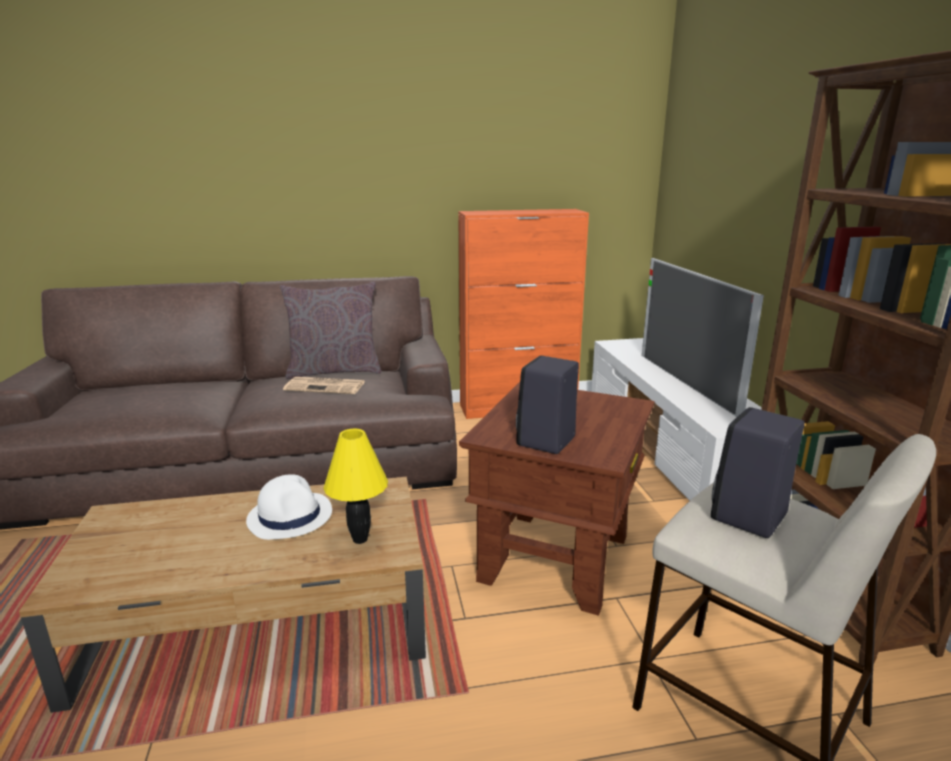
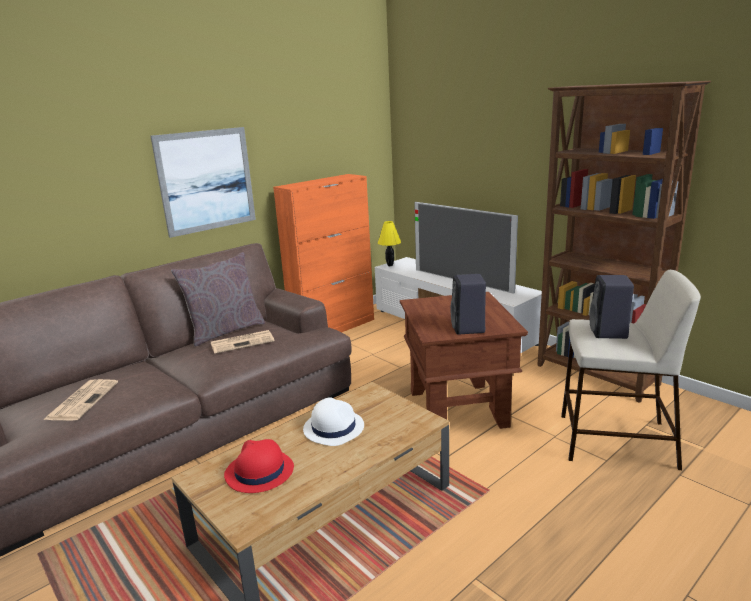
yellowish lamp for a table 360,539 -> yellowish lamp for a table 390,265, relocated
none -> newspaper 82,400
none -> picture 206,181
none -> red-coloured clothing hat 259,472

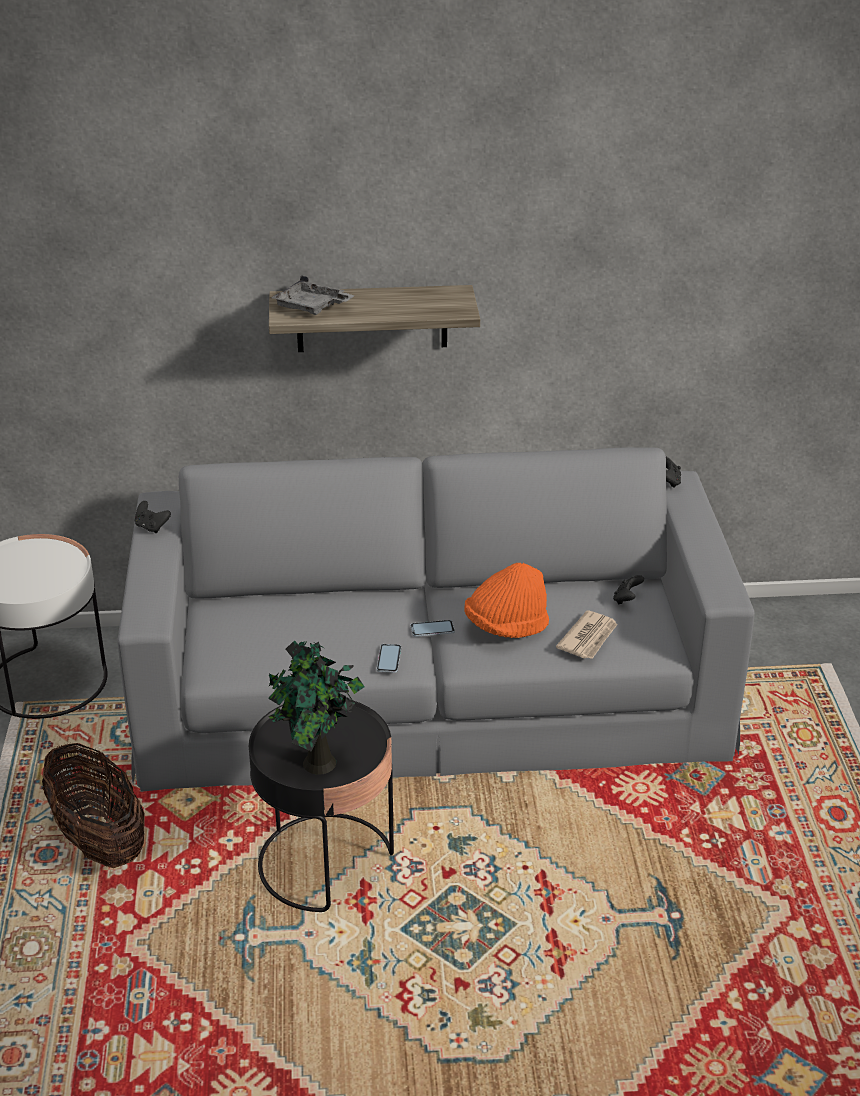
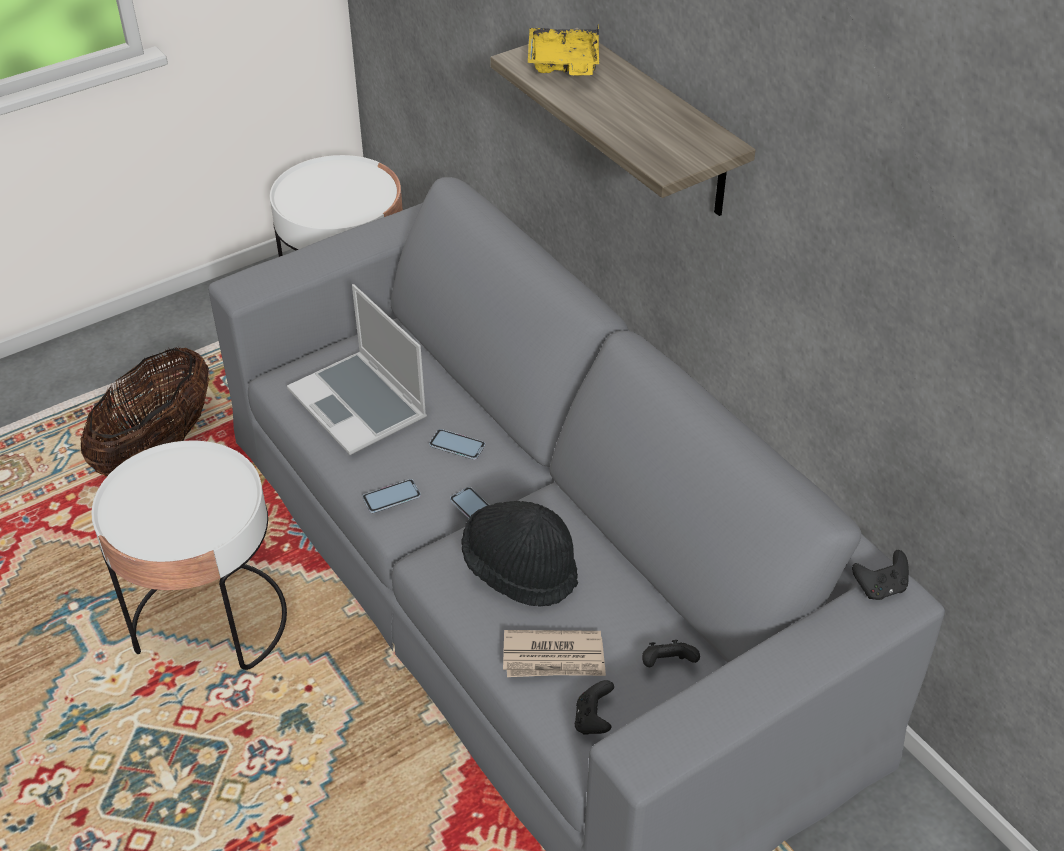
blackish game controller 151,527 -> blackish game controller 593,720, relocated
blackish side table 326,862 -> whitish side table 210,621
plant in a pot 318,765 -> none
gray carrying tray 311,307 -> yellowish carrying tray 564,65
orange clothing hat 506,627 -> blackish clothing hat 520,570
none -> notebook computer 360,405
none -> phone 457,445

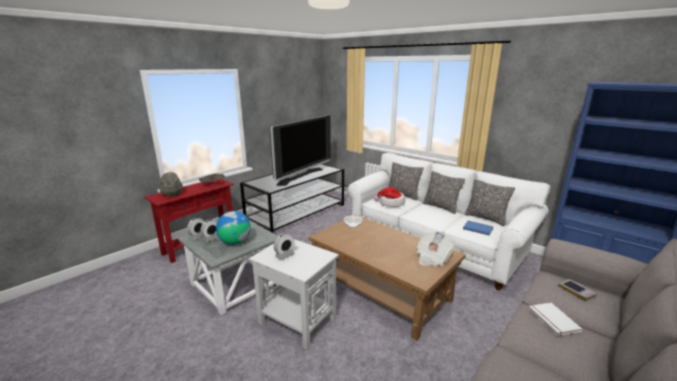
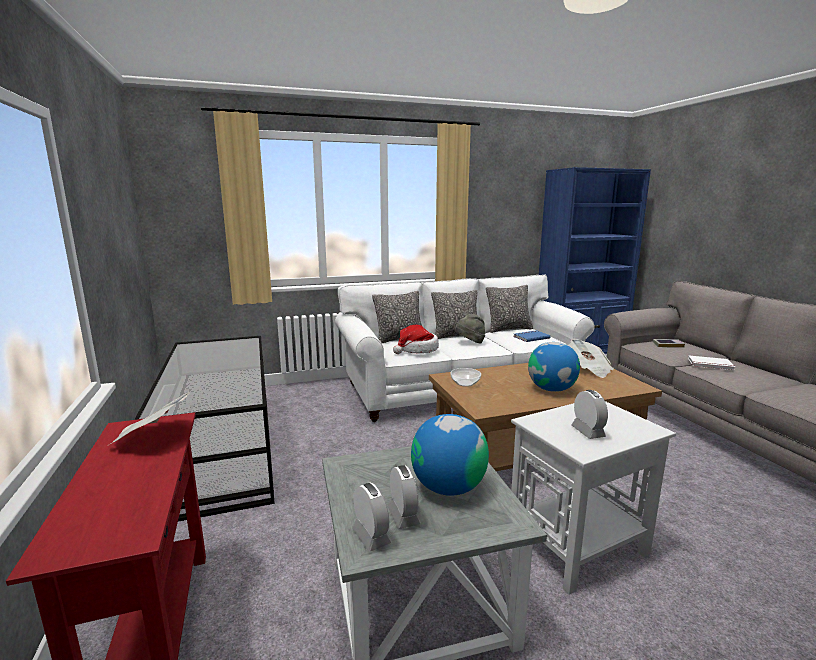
gray clothing hat 171,194 -> gray clothing hat 469,343, relocated
television 301,176 -> none
none -> globe 551,389

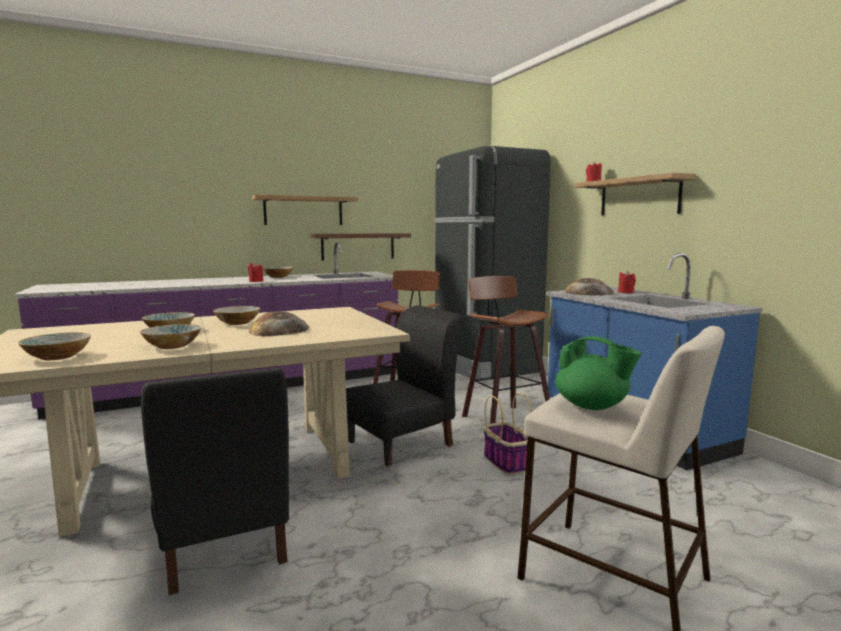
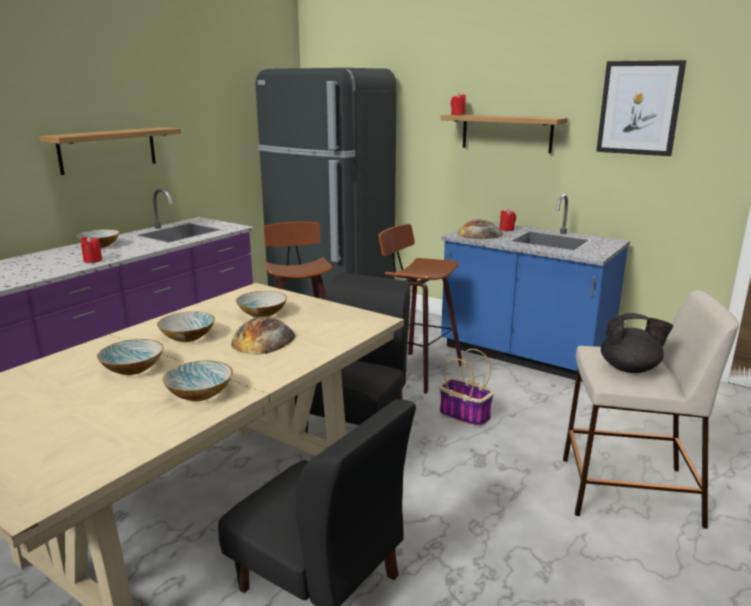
bowl 58,356 -> bowl 262,313, relocated
brownish bracket shelf 358,246 -> none
green tea pot 592,406 -> blackish tea pot 630,369
none -> picture 639,108

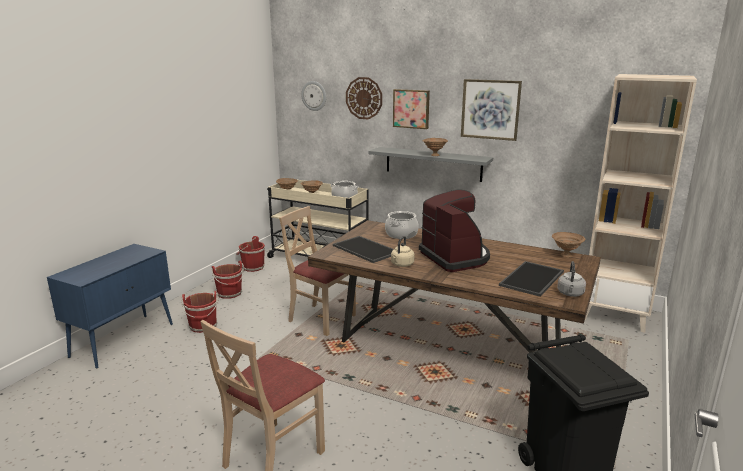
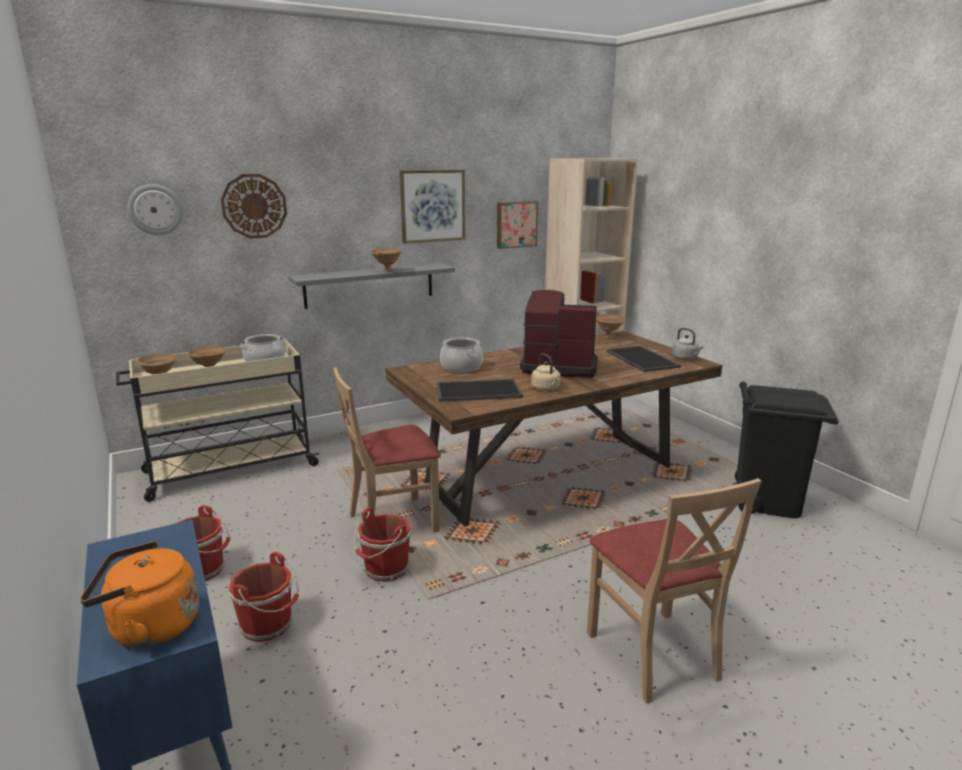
red-coloured water bucket 252,267 -> red-coloured water bucket 385,569, relocated
picture 411,108 -> picture 516,224, relocated
none -> orange water kettle 150,627

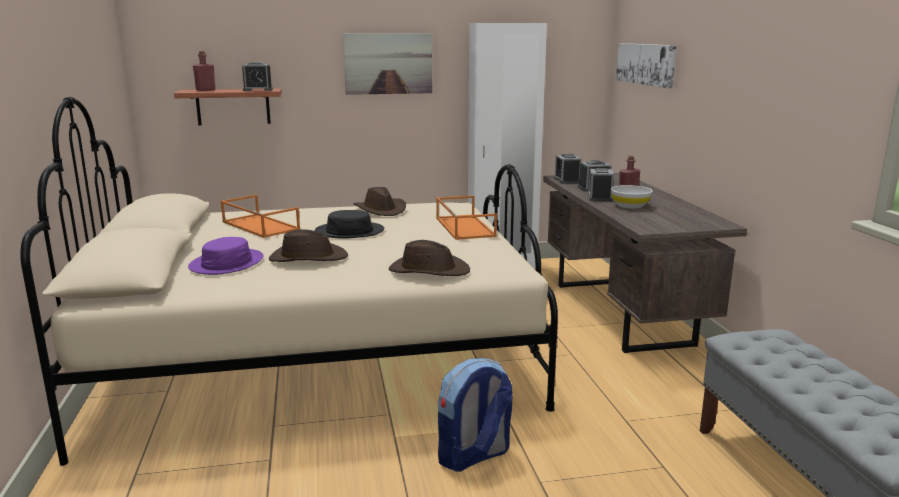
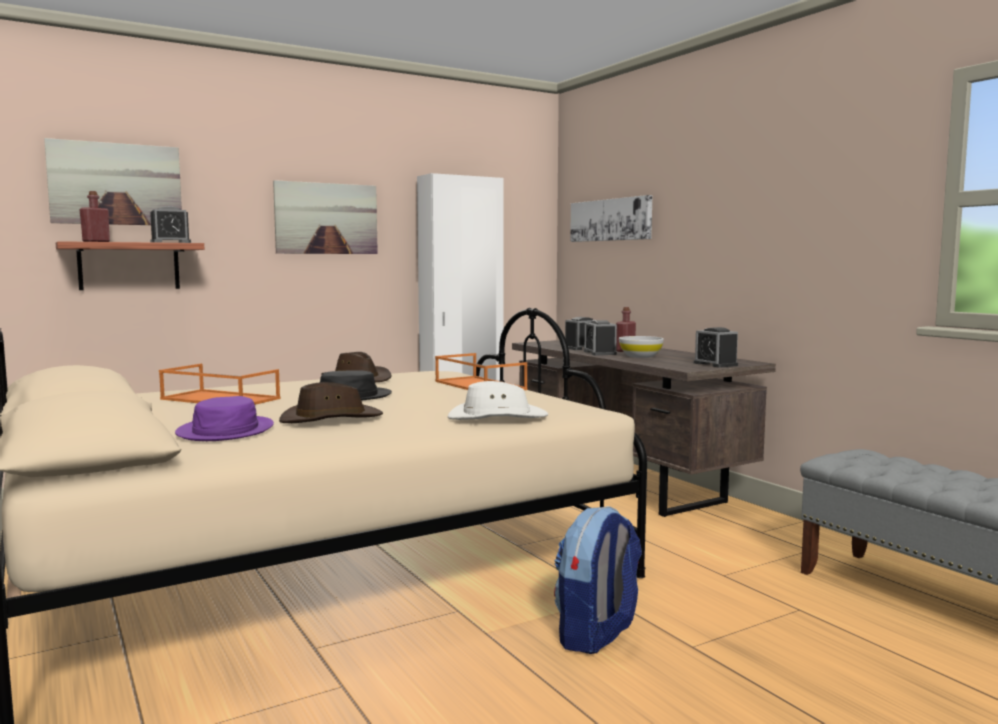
brownish clothing hat 428,270 -> whitish clothing hat 497,417
table clock 567,180 -> table clock 715,364, relocated
none -> picture 116,184

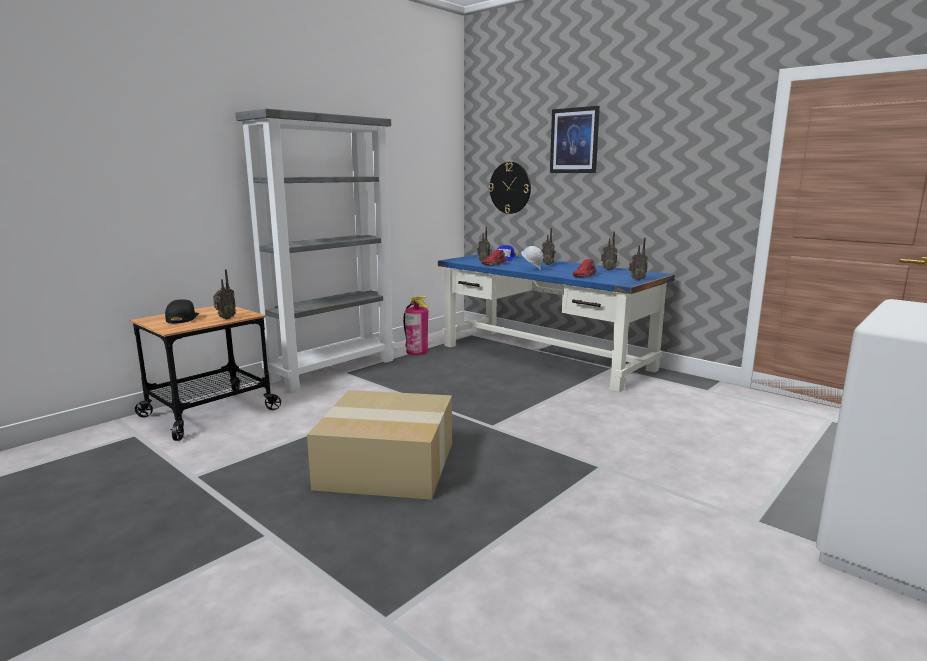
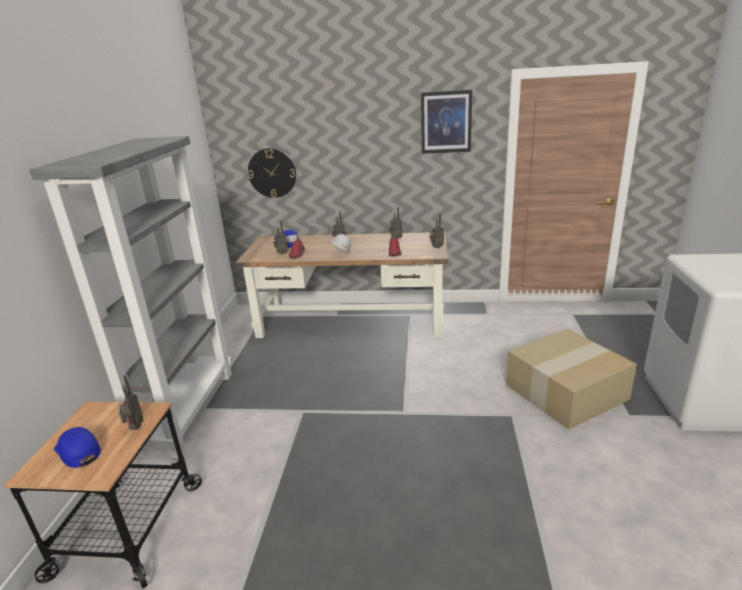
blackish cap 182,318 -> bluish cap 78,451
packing box 384,466 -> packing box 566,393, relocated
fire extinguisher 417,351 -> none
bluish desk table 545,357 -> brownish desk table 352,321
picture 574,140 -> picture 446,122, relocated

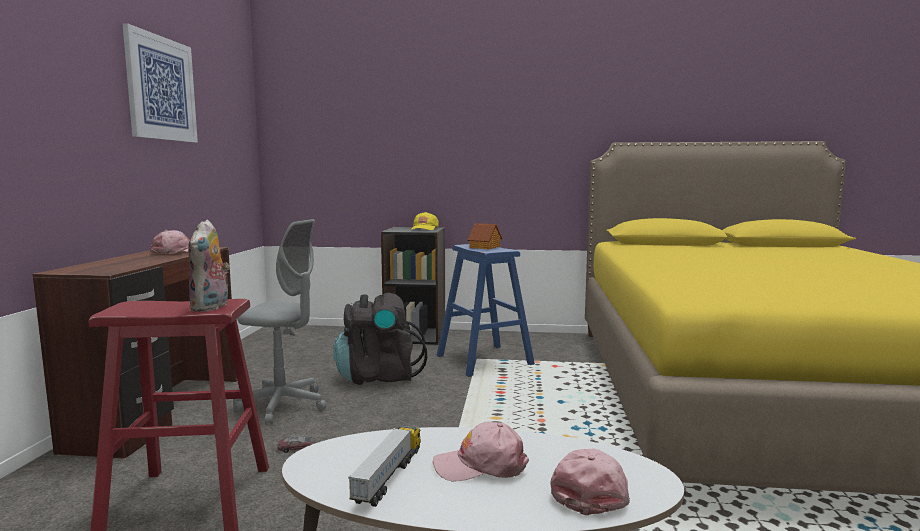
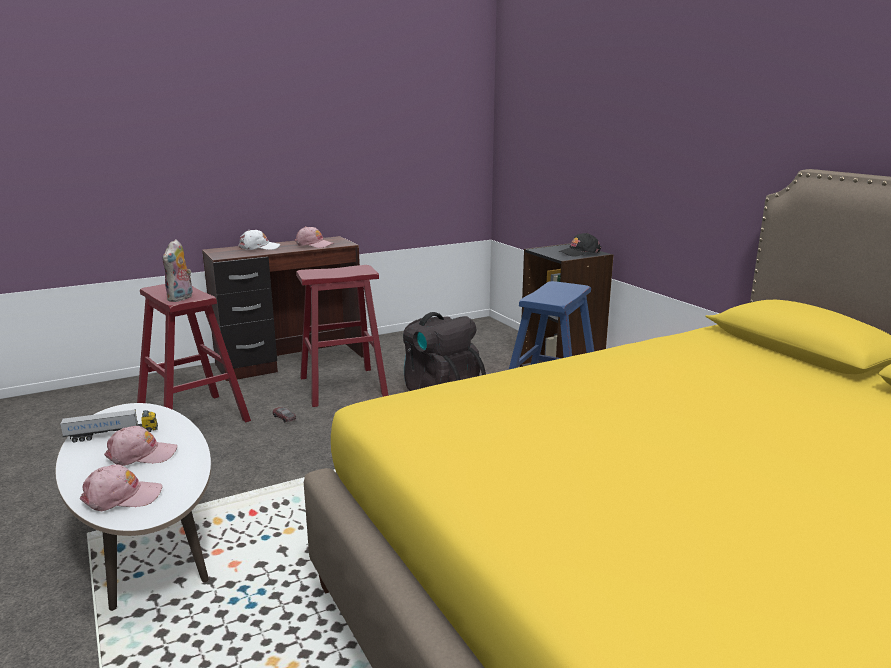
picture 161,88 -> none
plush toy 211,307 -> plush toy 181,298, 45 degrees counterclockwise
gray computer chair 283,405 -> red-coloured stool seat 342,386
yellowish cap 424,228 -> blackish cap 579,252
pinkish cap 481,465 -> pinkish cap 141,454, 120 degrees clockwise
model house 485,247 -> none
none -> whitish cap 259,247

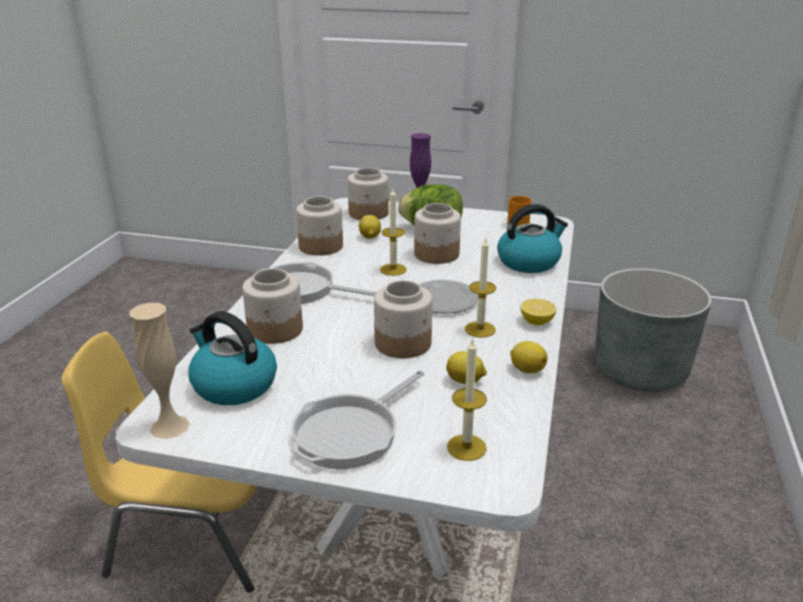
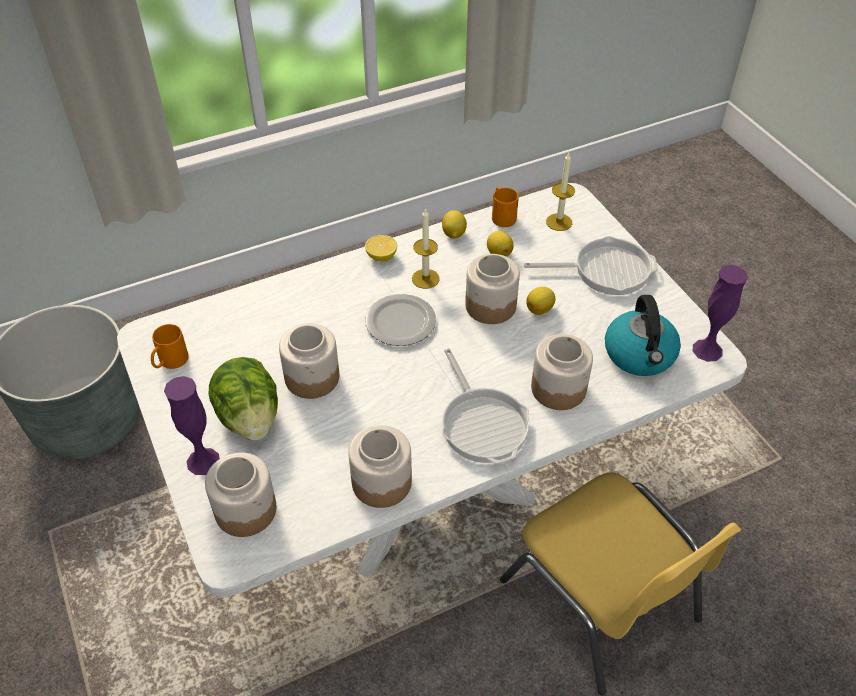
beige vase 169,426 -> purple vase 707,350
citrus fruit 369,237 -> citrus fruit 540,309, relocated
candle 393,269 -> none
water kettle 529,262 -> none
none -> orange tea mug 501,215

